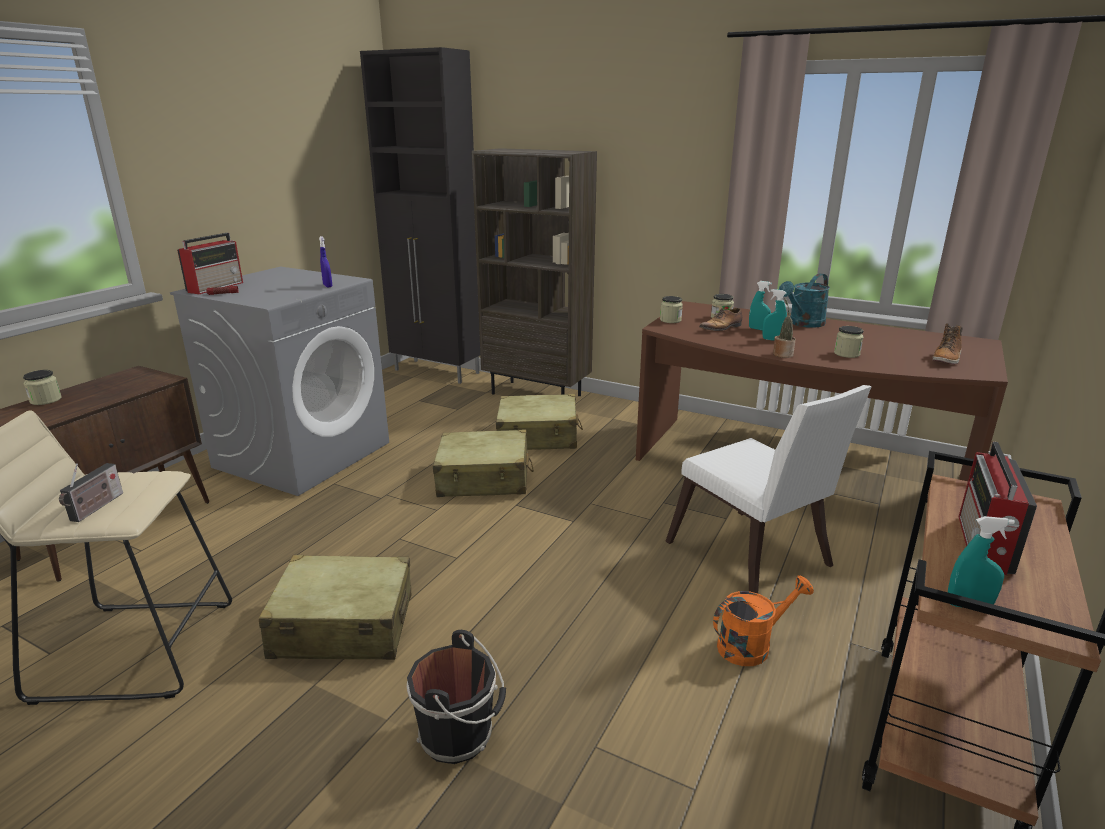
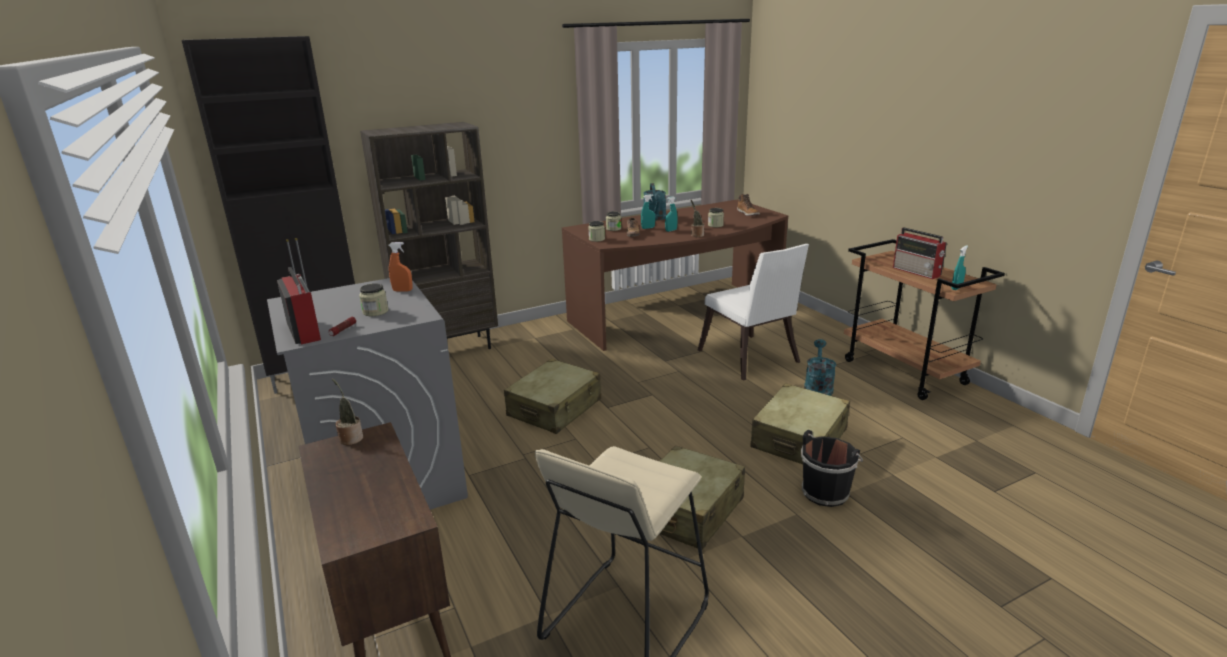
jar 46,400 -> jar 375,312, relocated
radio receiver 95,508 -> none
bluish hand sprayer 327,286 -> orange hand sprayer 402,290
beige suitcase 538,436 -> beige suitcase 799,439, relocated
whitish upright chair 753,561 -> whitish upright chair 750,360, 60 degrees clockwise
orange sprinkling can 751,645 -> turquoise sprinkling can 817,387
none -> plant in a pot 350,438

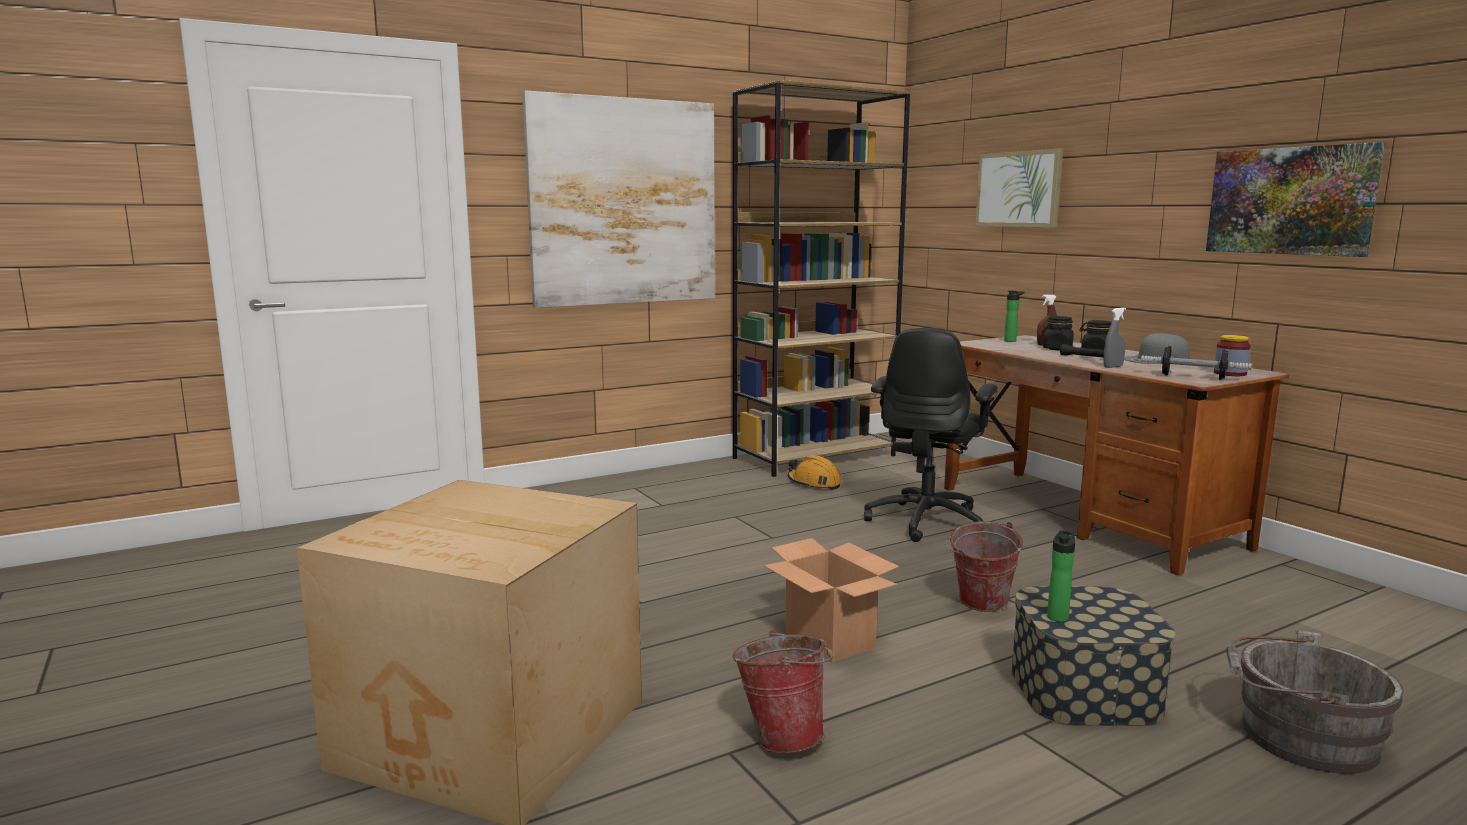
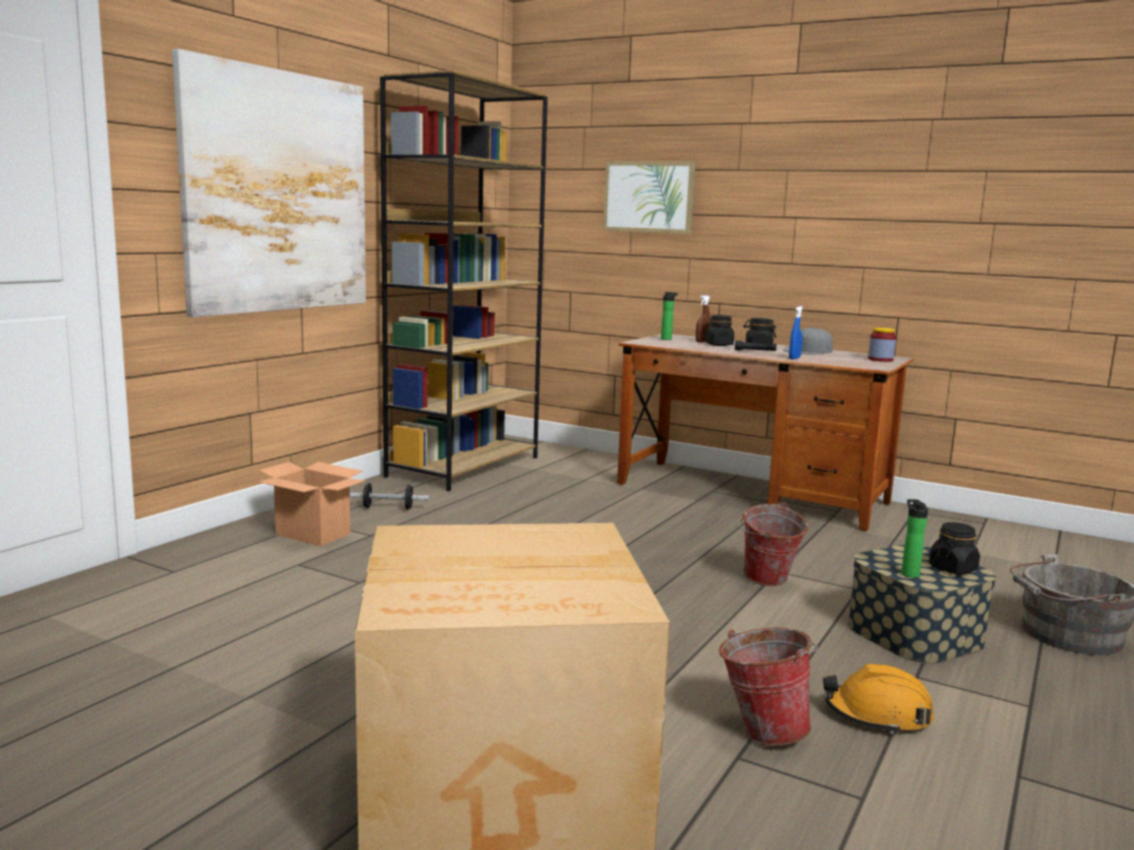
packing box 830,640 -> packing box 314,534, relocated
orange work helmet 814,483 -> orange work helmet 877,715, relocated
blackish computer chair 927,521 -> none
gray hand sprayer 1113,367 -> bluish hand sprayer 794,358
free weight 1193,377 -> free weight 388,508, relocated
picture 1290,201 -> none
none -> blackish jar 953,568

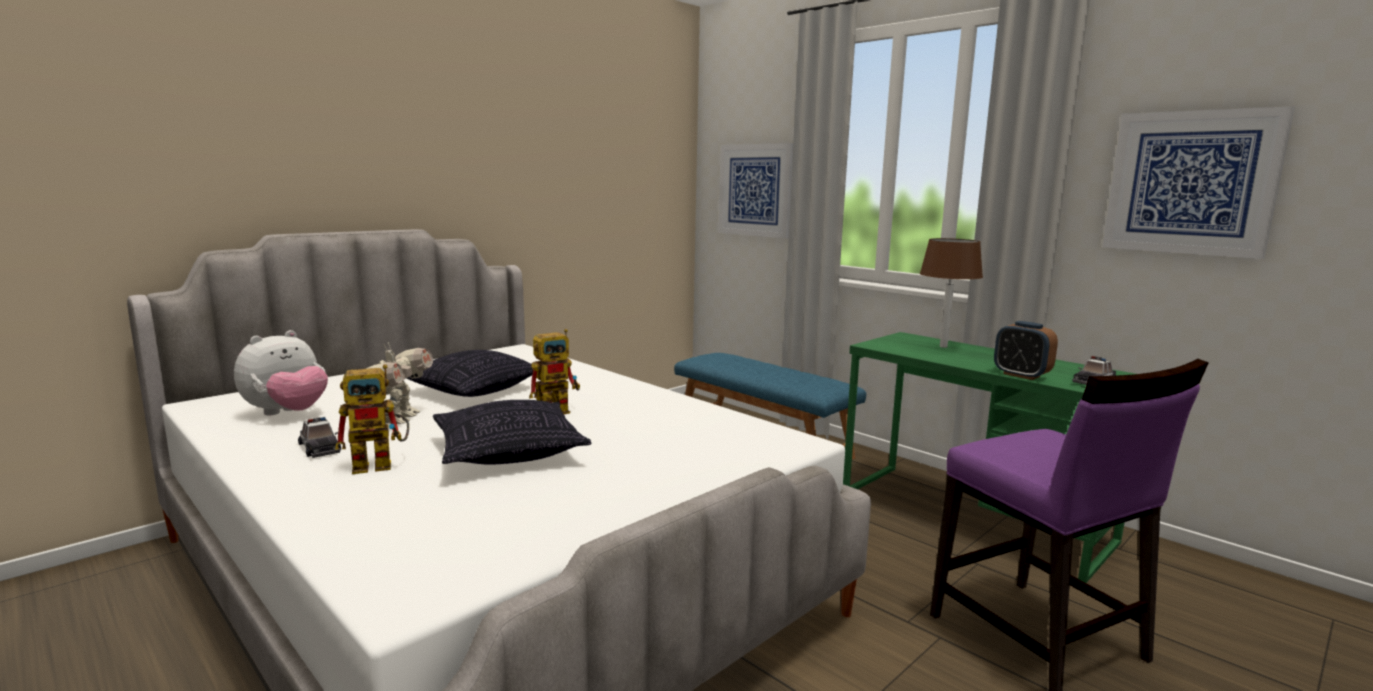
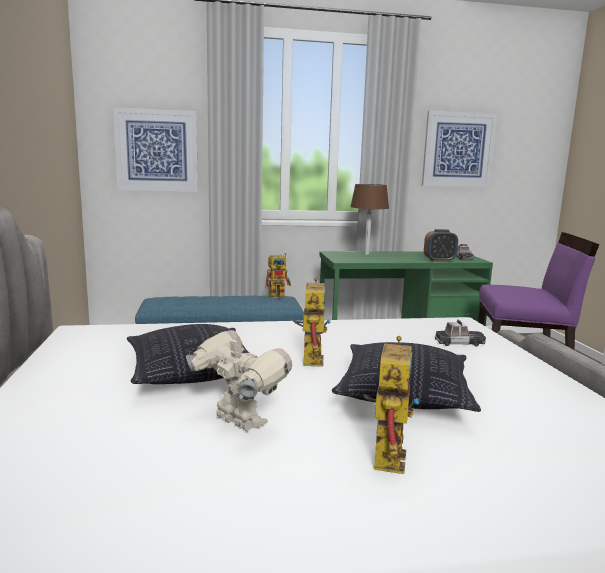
plush toy 287,413 -> none
toy car 319,448 -> toy car 459,342, relocated
none -> robot figure 279,295

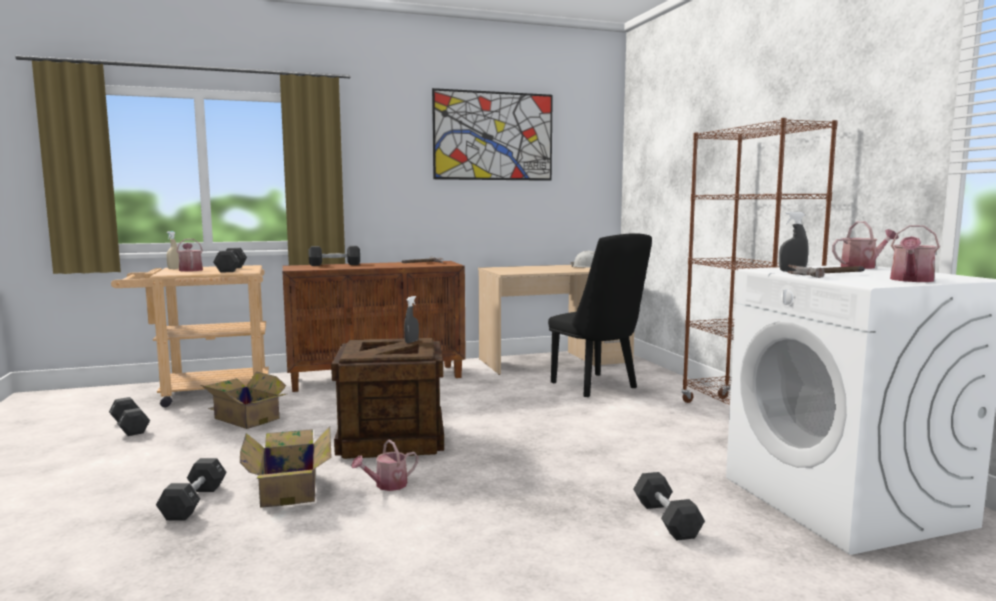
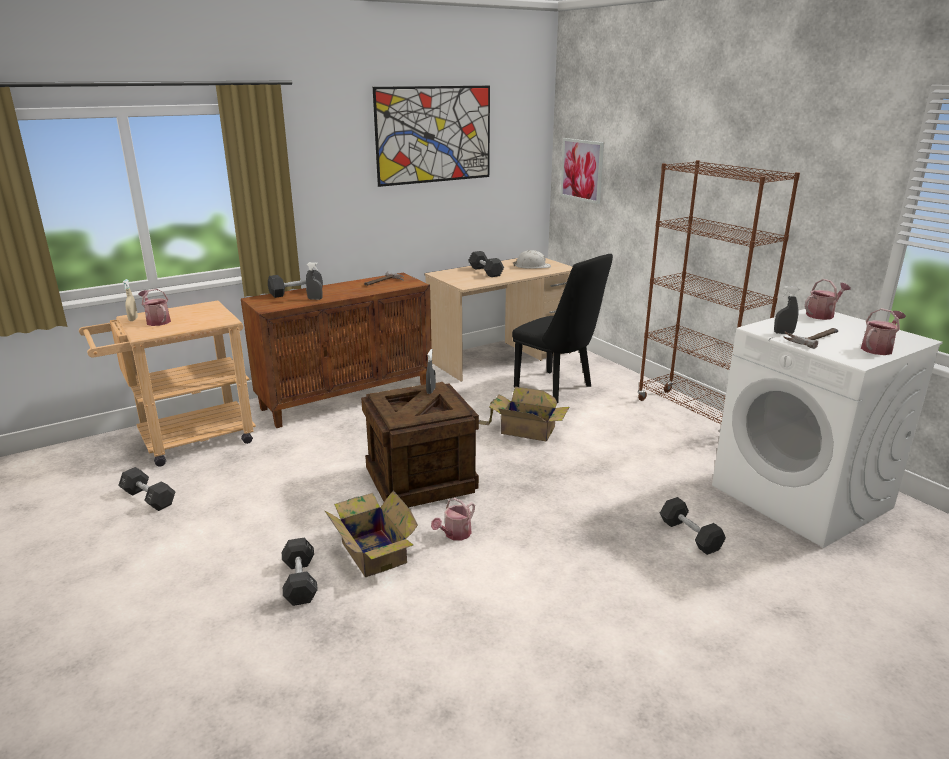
packing box 245,418 -> packing box 525,430, relocated
blackish free weight 231,269 -> blackish free weight 485,272, relocated
sprinkling can 911,280 -> sprinkling can 878,348, 150 degrees counterclockwise
none -> gray hand sprayer 315,299
none -> picture 582,170

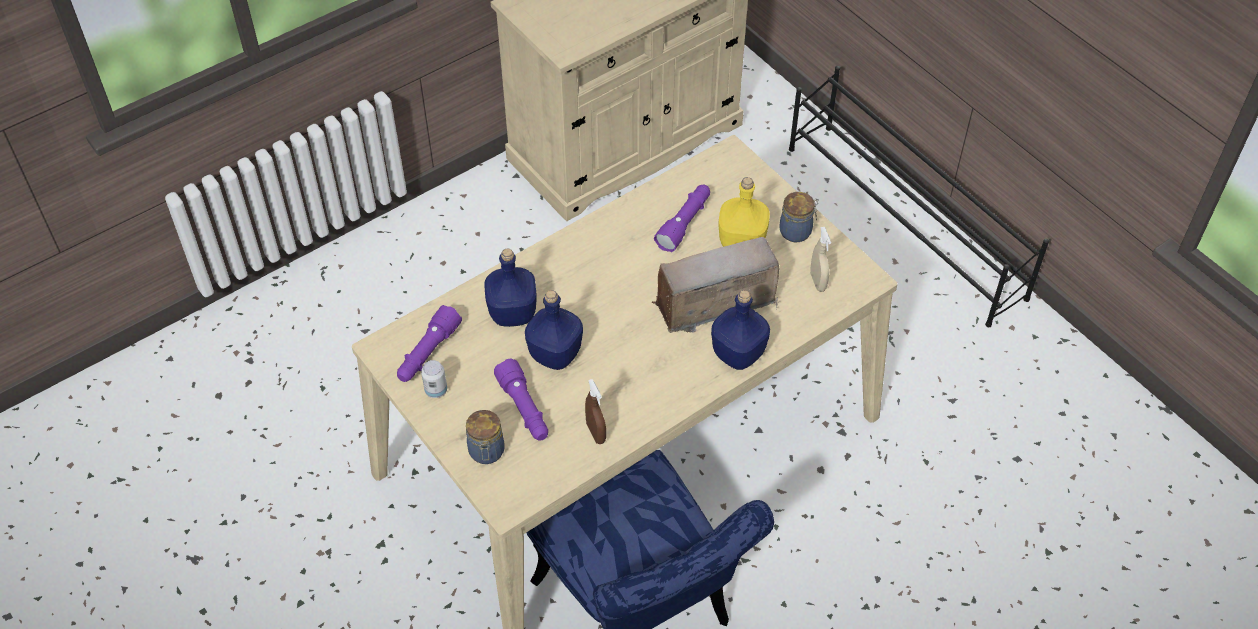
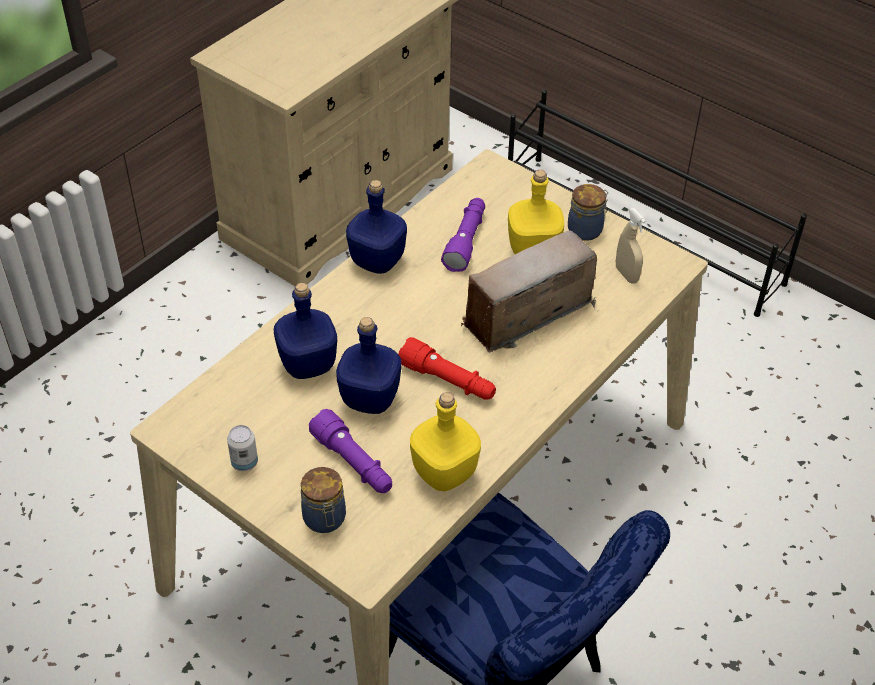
purple flashlight 428,353 -> none
brownish hand sprayer 596,433 -> yellowish beverage bottle 443,473
bluish beverage bottle 737,355 -> bluish beverage bottle 377,261, relocated
none -> red-coloured flashlight 448,381

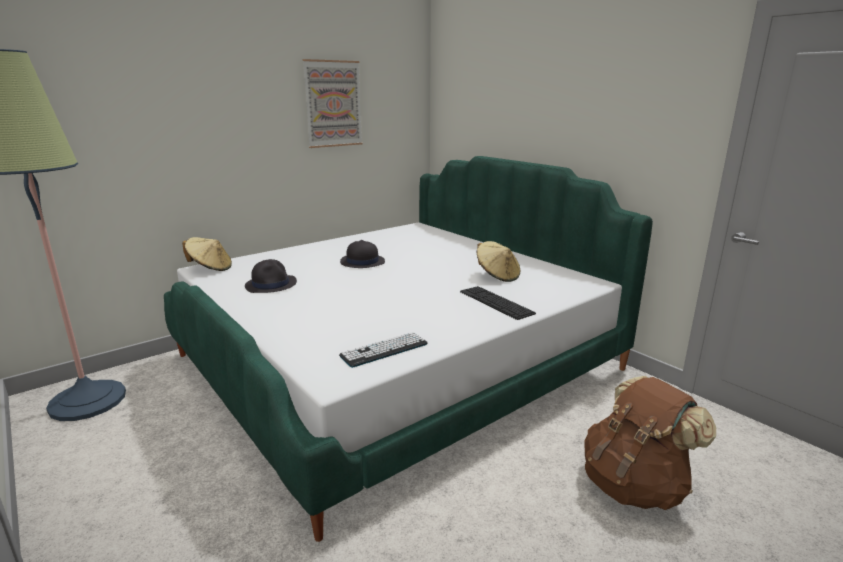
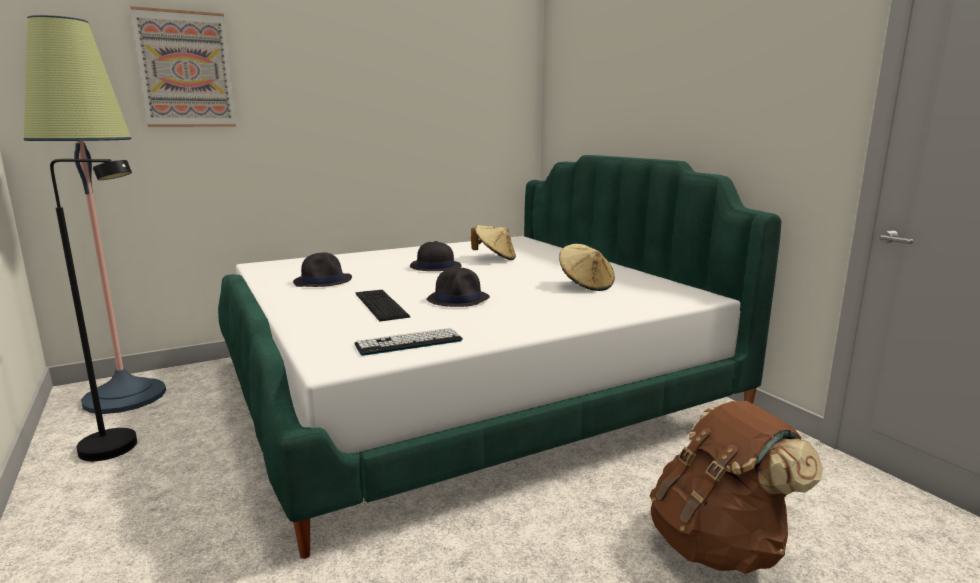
beige clothing hat 210,268 -> beige clothing hat 495,258, relocated
picture 333,104 -> picture 185,70, relocated
computer keyboard 496,302 -> computer keyboard 381,305, relocated
none -> blackish floor lamp 122,449
none -> blackish clothing hat 458,299

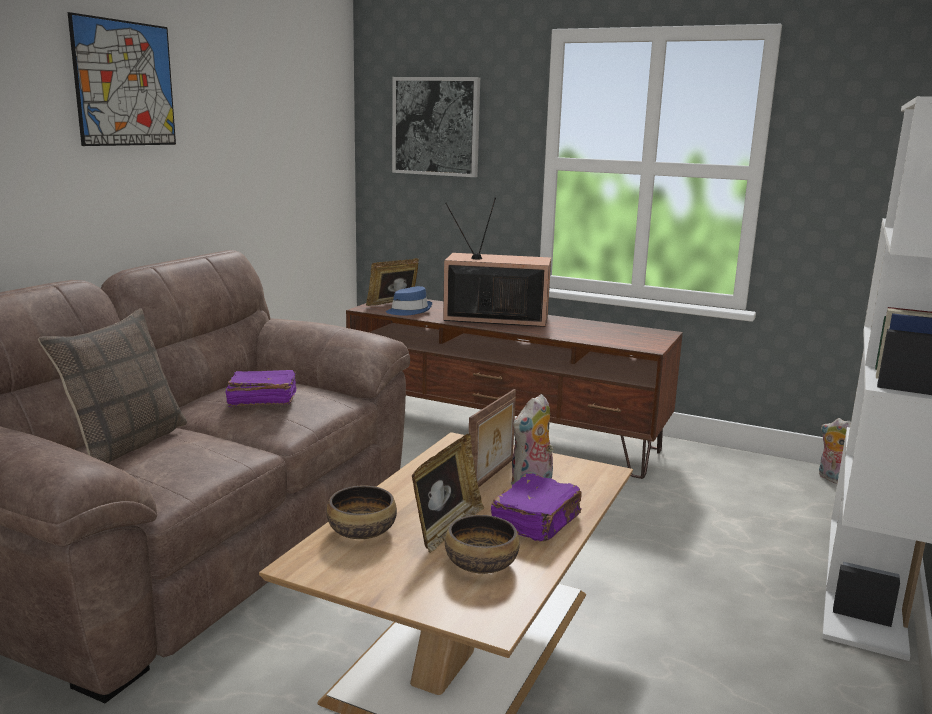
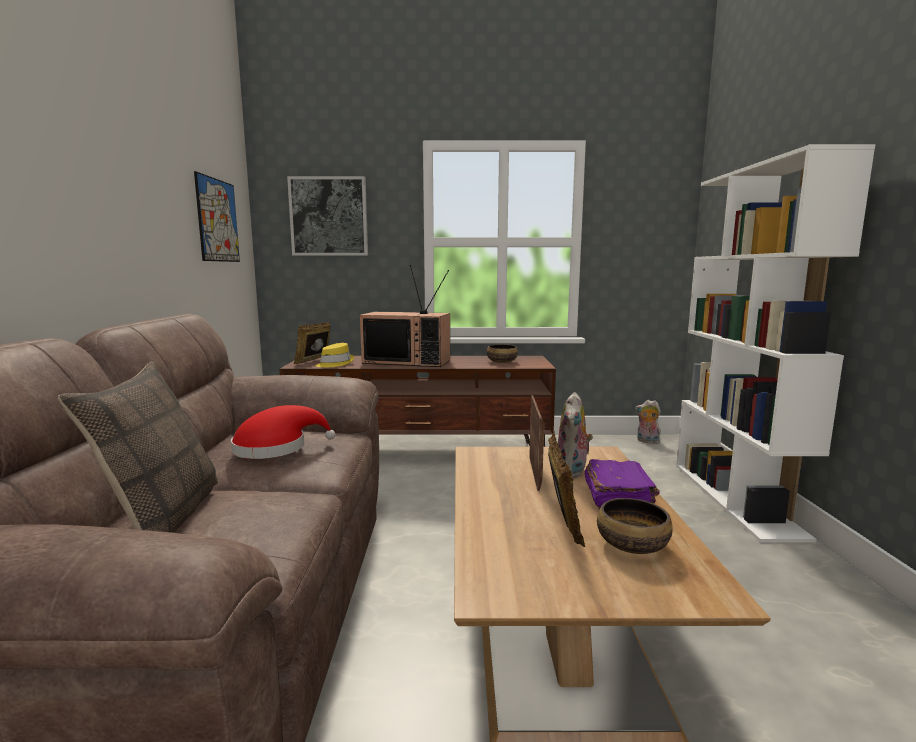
picture 125,84 -> picture 217,220, relocated
purple book 261,400 -> red-coloured clothing hat 276,448
bowl 362,531 -> bowl 502,362, relocated
bluish clothing hat 409,311 -> yellowish clothing hat 335,364
television 494,318 -> television 408,361, 150 degrees counterclockwise

